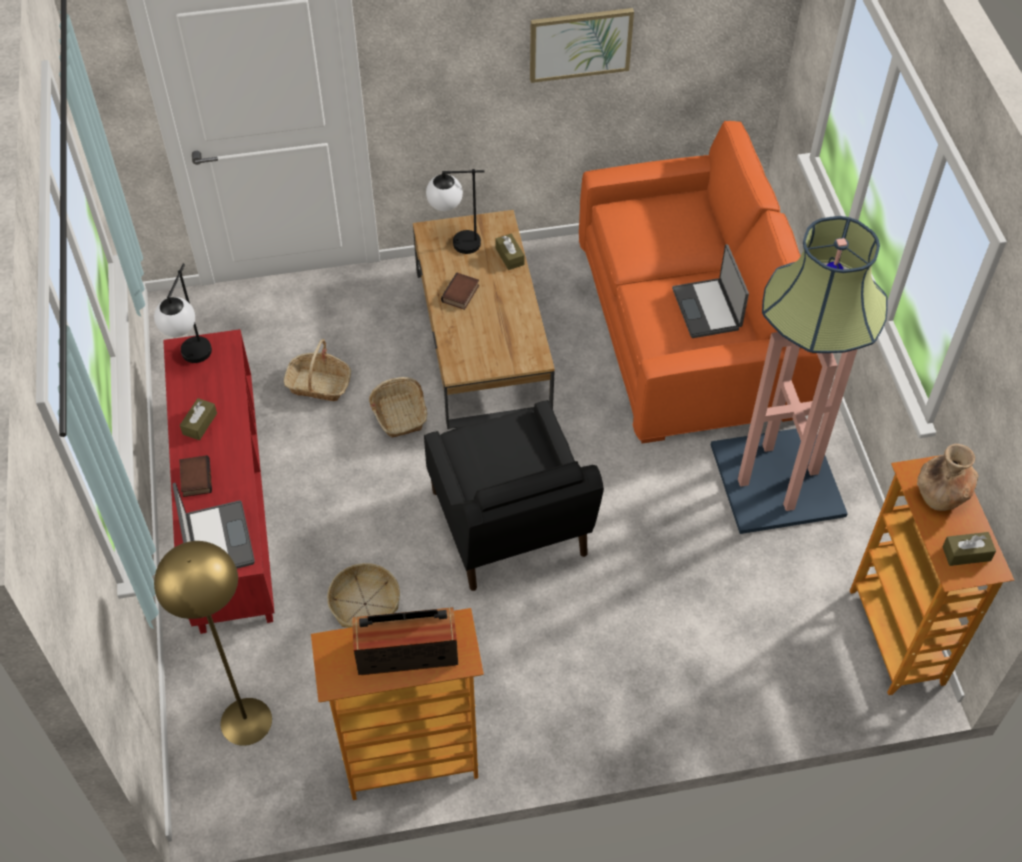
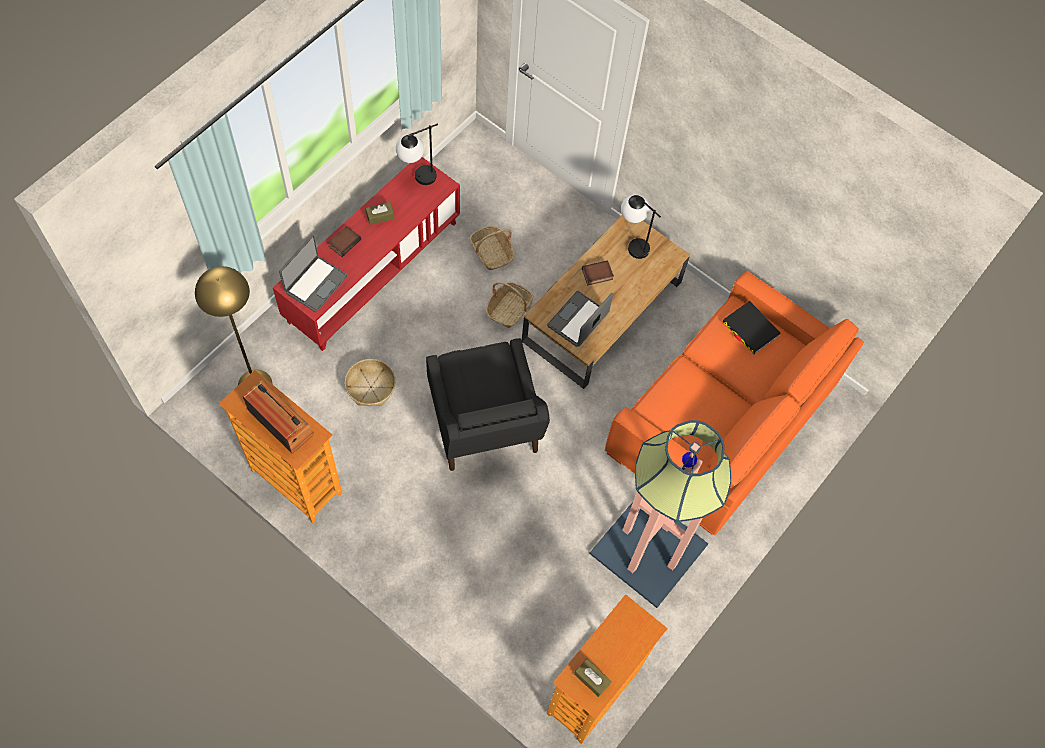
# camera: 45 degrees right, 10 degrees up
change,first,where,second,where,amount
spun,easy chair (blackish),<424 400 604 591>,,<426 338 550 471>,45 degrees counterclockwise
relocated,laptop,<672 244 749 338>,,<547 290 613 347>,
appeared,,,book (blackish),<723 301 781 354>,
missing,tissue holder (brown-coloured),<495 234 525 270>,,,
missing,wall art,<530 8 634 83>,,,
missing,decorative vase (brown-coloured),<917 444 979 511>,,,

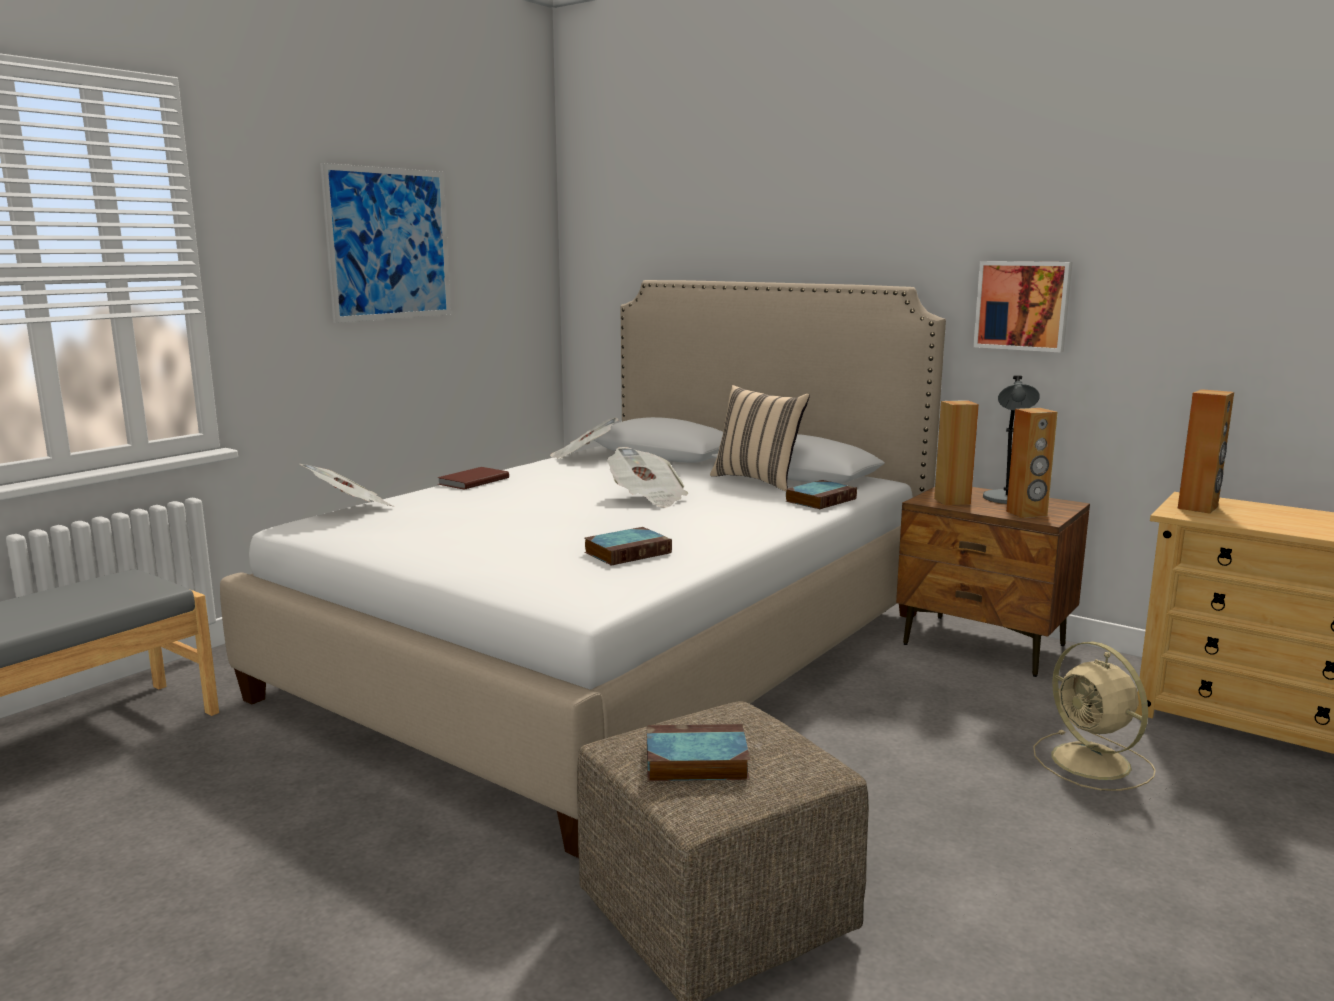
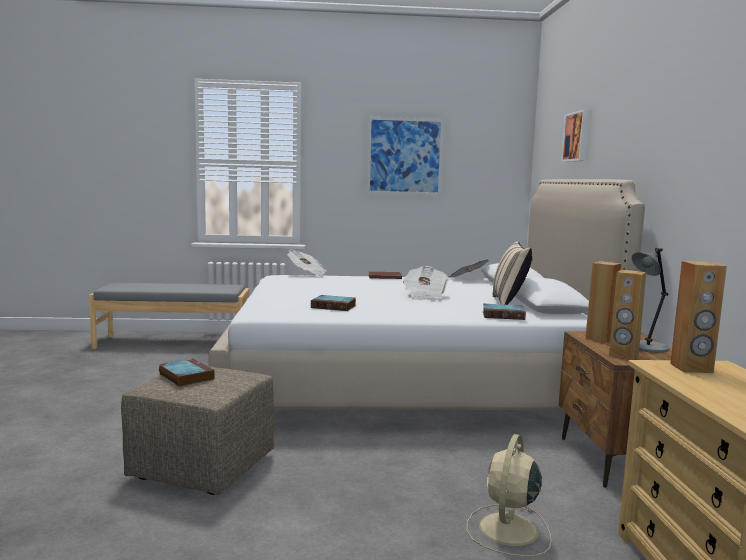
# camera: 50 degrees right, 5 degrees down
change,first,where,second,where,amount
relocated,wall art,<973 261 1072 353>,,<561 109 590 162>,

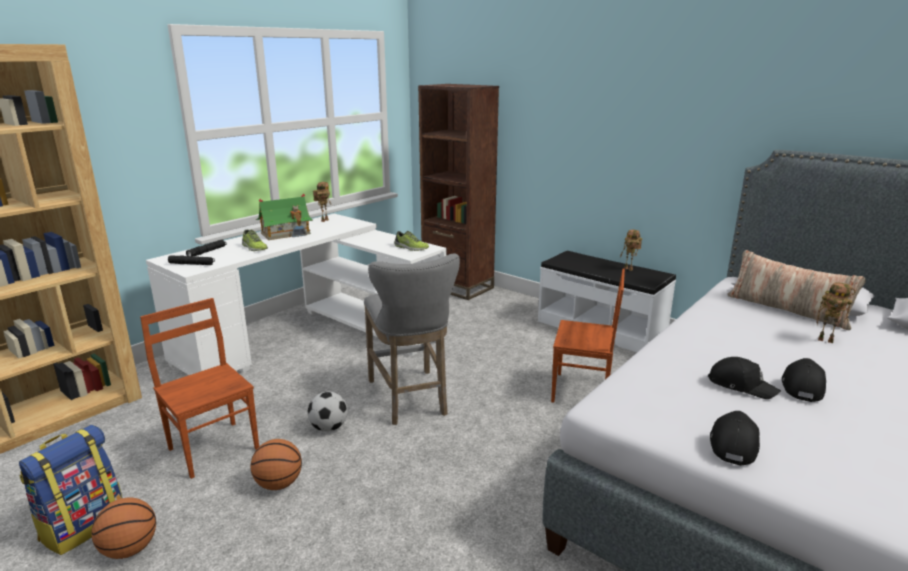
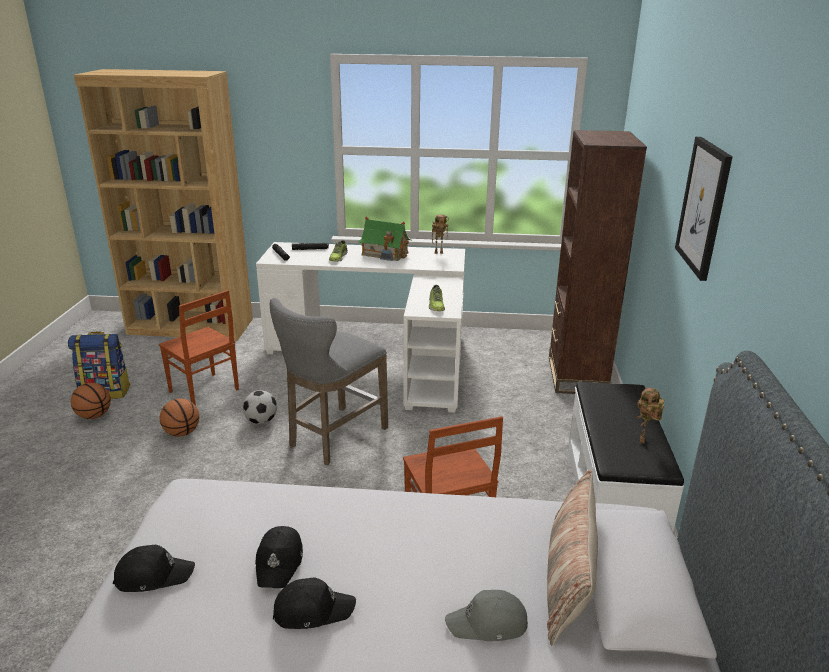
# camera: 55 degrees right, 5 degrees up
change,first,where,second,where,amount
spun,upright chair (brown-coloured),<140 298 259 479>,,<159 290 239 406>,120 degrees clockwise
exchanged,robot figure,<817 282 856 343>,cap (greyish),<445 590 528 642>,
appeared,,,wall art,<675 137 733 281>,

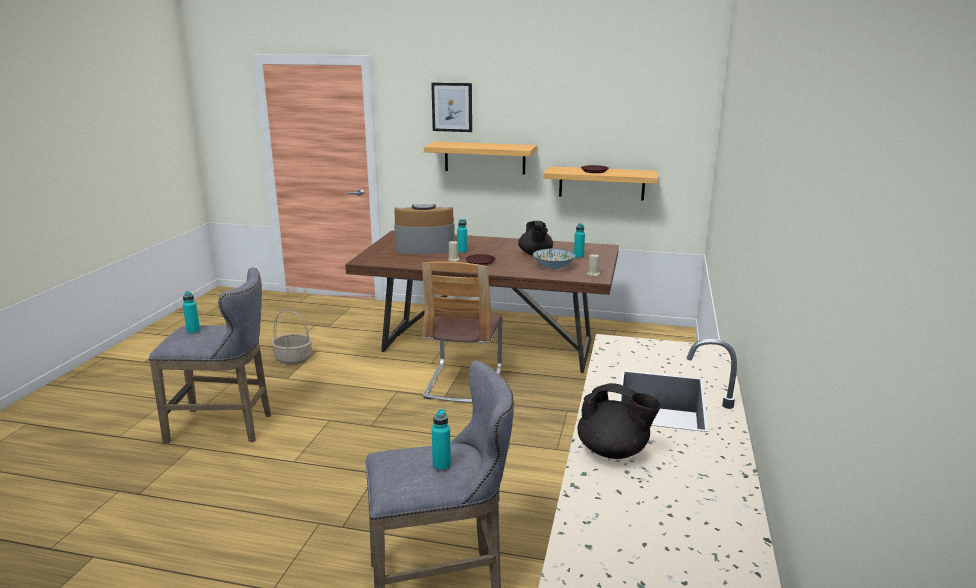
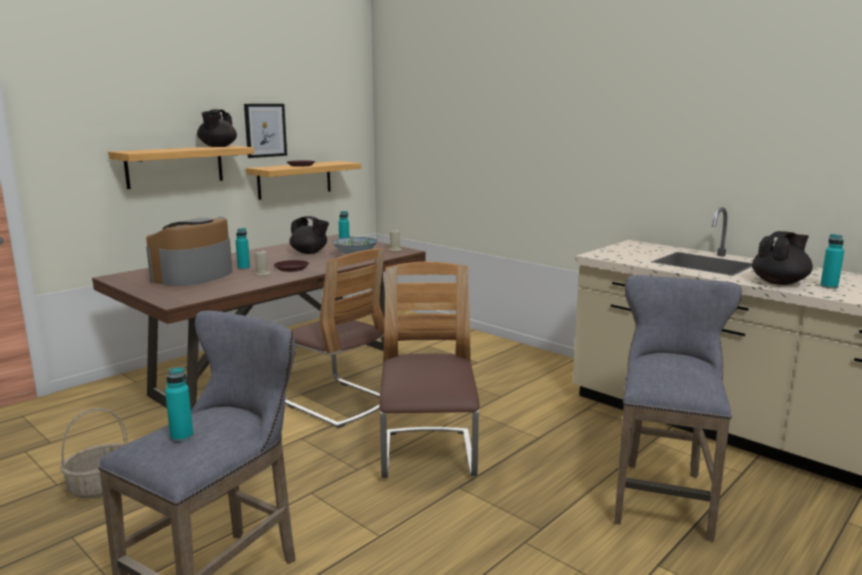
# camera: 60 degrees left, 5 degrees down
change,first,where,second,where,amount
appeared,,,teapot (blackish),<197 109 237 147>,
relocated,wall art,<431 83 472 132>,,<244 104 287 158>,
appeared,,,upright chair,<379 262 480 478>,
relocated,drink bottle (turquoise-coloured),<432 409 451 471>,,<820 234 844 289>,

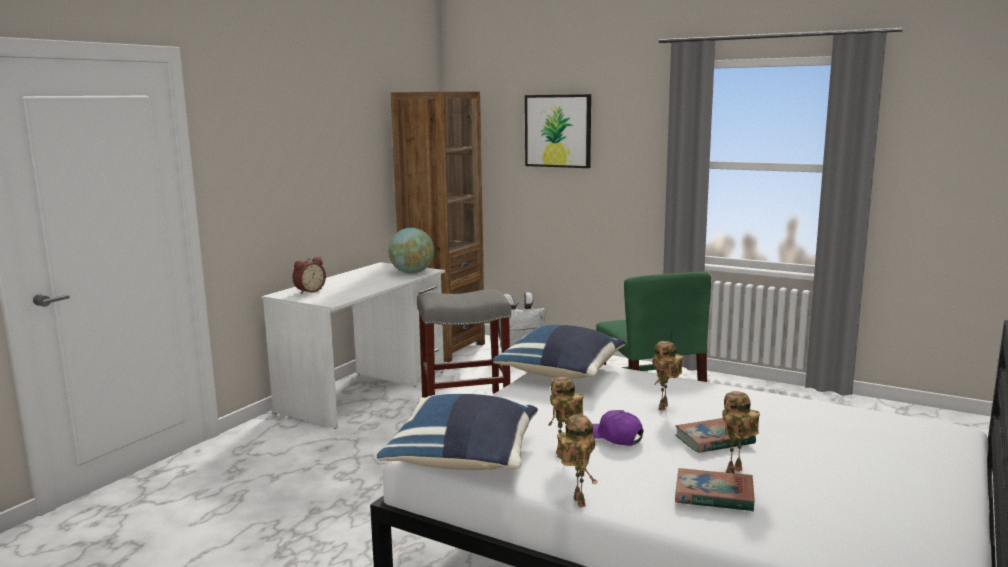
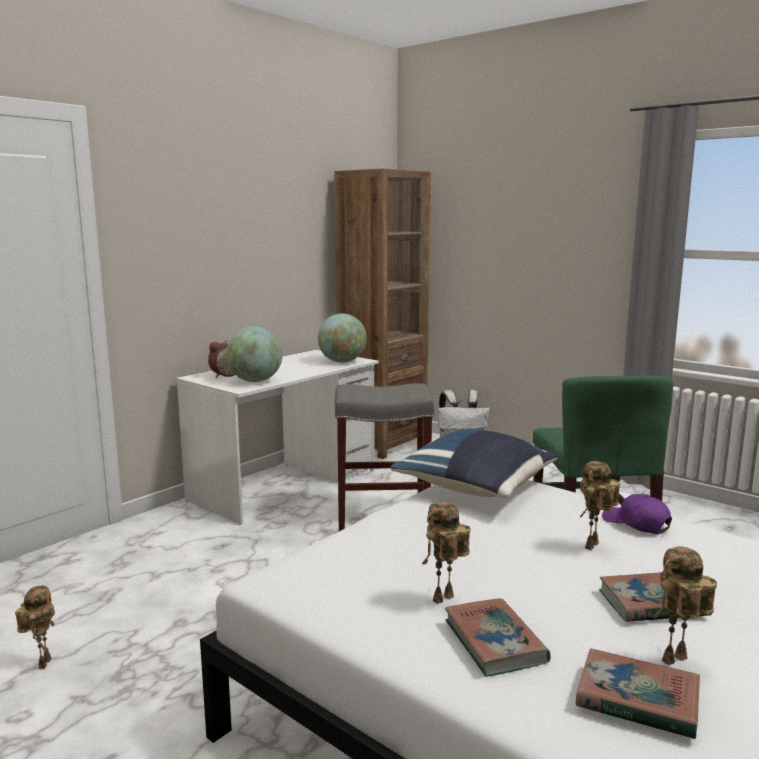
# camera: 10 degrees right, 0 degrees up
change,first,where,second,where,amount
relocated,robot figure,<557 415 597 507>,,<15 585 55 669>,
appeared,,,desk globe,<226 327 283 382>,
appeared,,,book,<445 598 551 677>,
relocated,cap (purplish),<592 410 644 446>,,<602 494 672 534>,
missing,cushion (bluish),<377 394 538 470>,,,
missing,wall art,<525 94 591 168>,,,

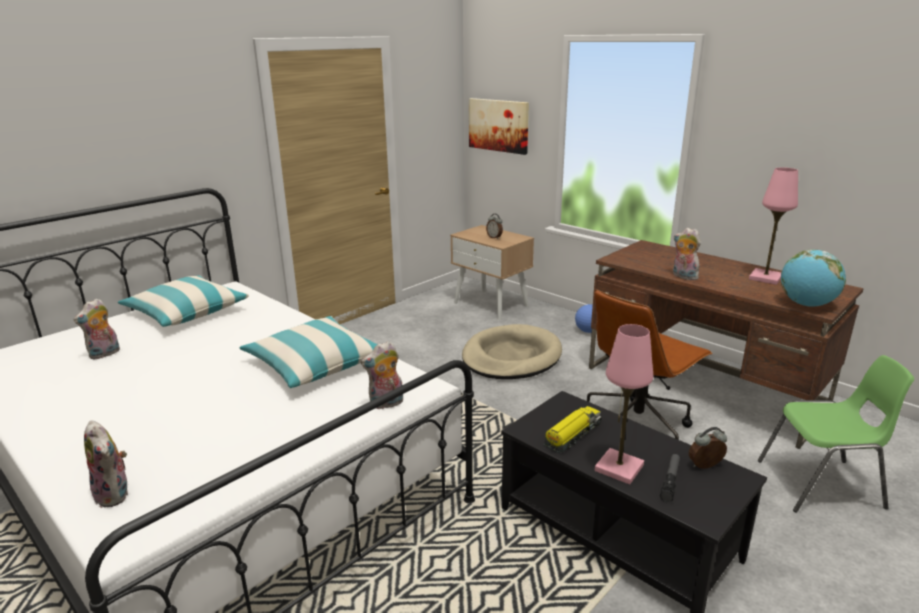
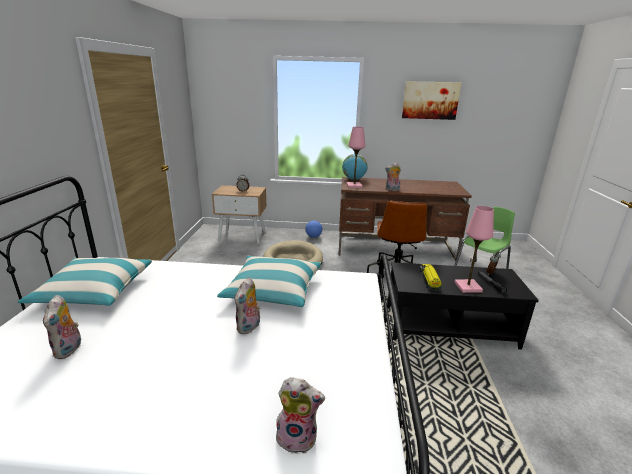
# camera: 40 degrees left, 0 degrees up
change,first,where,second,where,amount
relocated,cuddly toy,<361 341 403 409>,,<234 277 260 335>,
relocated,desk globe,<781 250 846 307>,,<342 154 368 180>,
relocated,tabletop lamp (pink),<749 167 798 285>,,<347 127 365 188>,
relocated,wall art,<469 98 529 155>,,<402 81 461 120>,

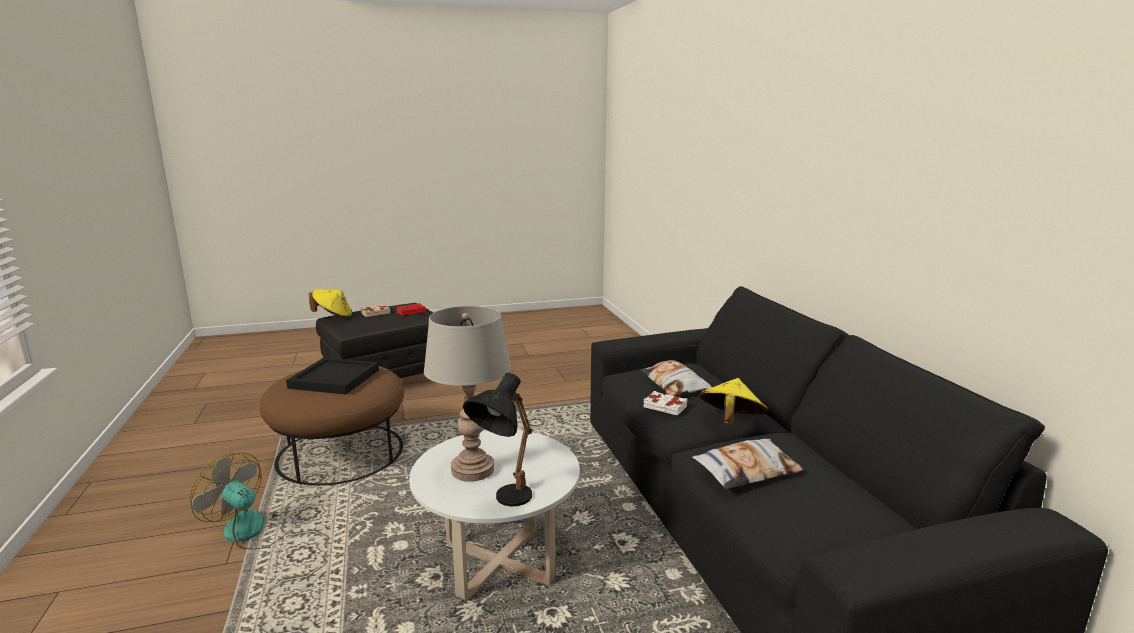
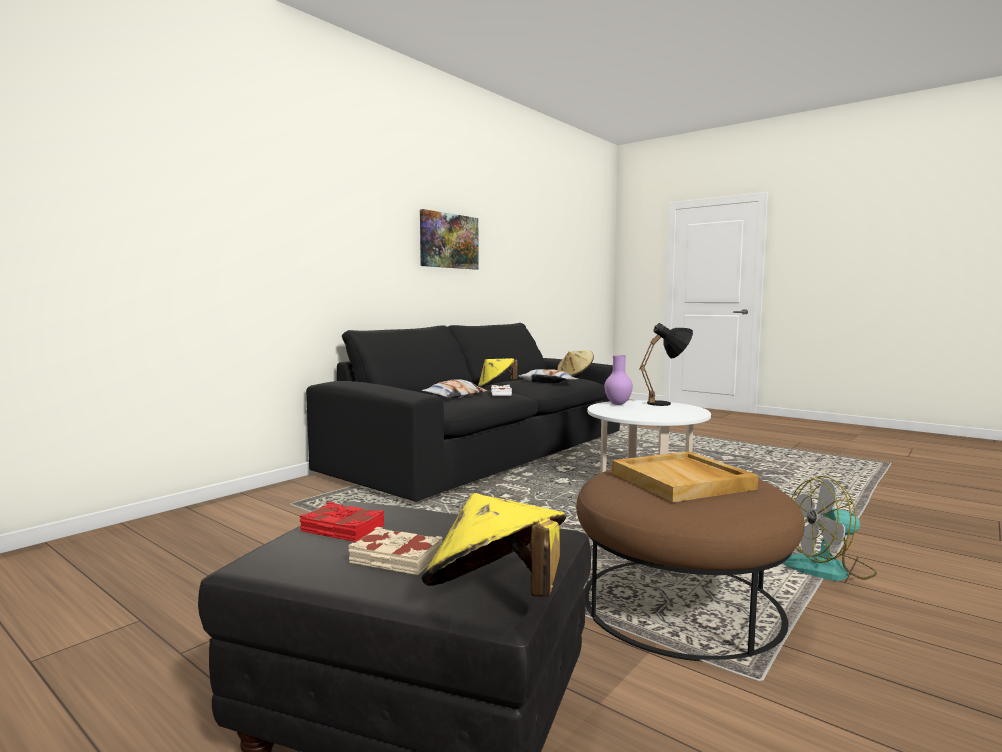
# camera: 125 degrees left, 10 degrees down
change,first,where,second,where,amount
appeared,,,wall art,<420 209 479 270>,
appeared,,,wearable hat (beige),<557 350 594 377>,
appeared,,,decorative vase (purplish),<605 355 633 405>,
colour,tray (blackish),<286 358 379 395>,tray (beige),<612 451 758 502>,
spun,electric fan,<190 453 296 550>,,<783 476 877 581>,90 degrees clockwise
missing,tabletop lamp (greyish),<423 306 511 482>,,,

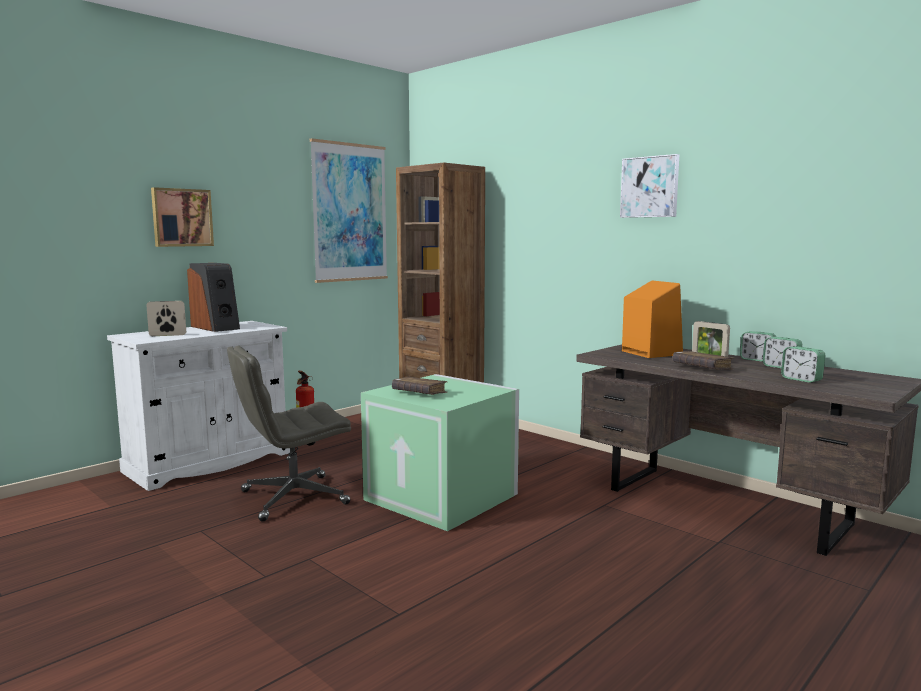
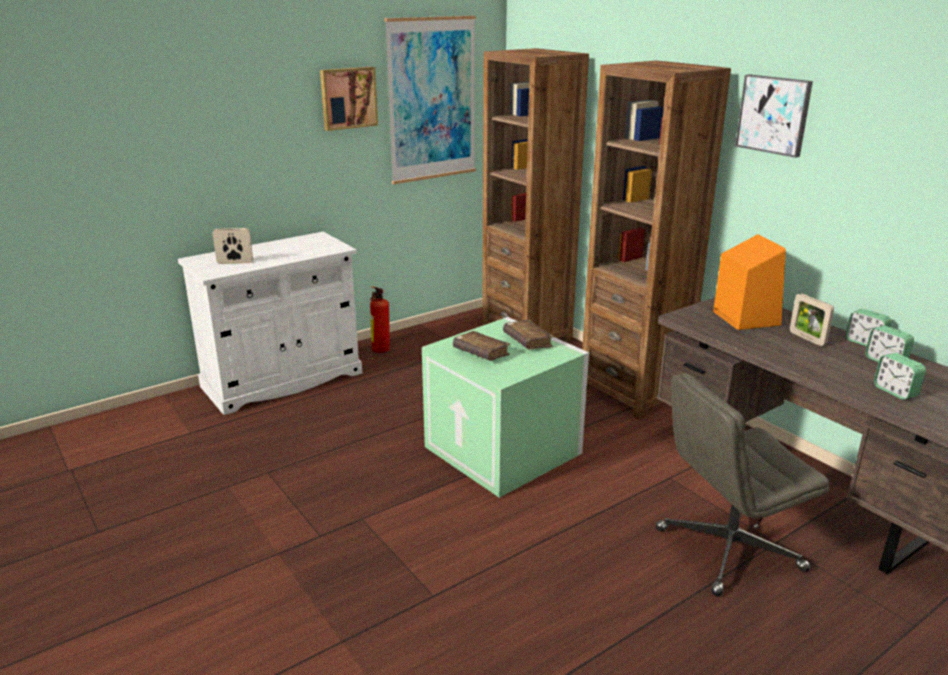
# camera: 10 degrees right, 15 degrees up
change,first,where,second,where,amount
relocated,wall art,<151 187 214 247>,,<320 67 378 131>,
relocated,book (brown-coloured),<672 351 734 370>,,<503 320 554 350>,
appeared,,,shelving unit (brown-coloured),<582 61 731 420>,
relocated,desk chair (greyish),<227 346 351 522>,,<655 373 830 596>,
missing,loudspeaker,<187 263 240 332>,,,

